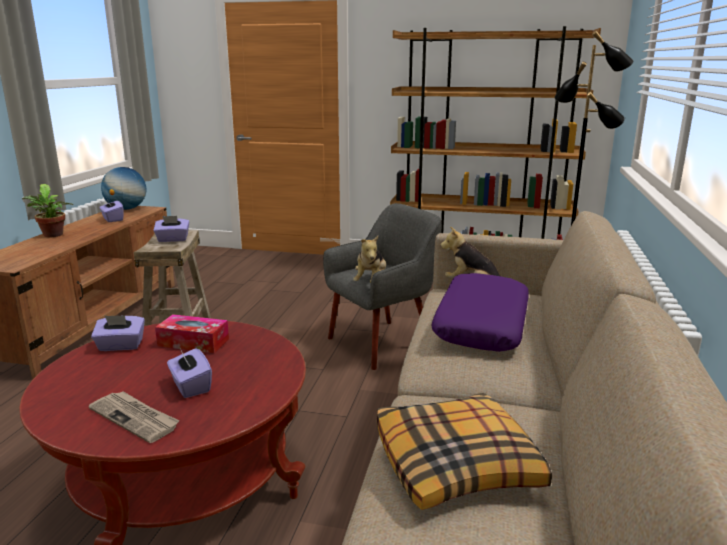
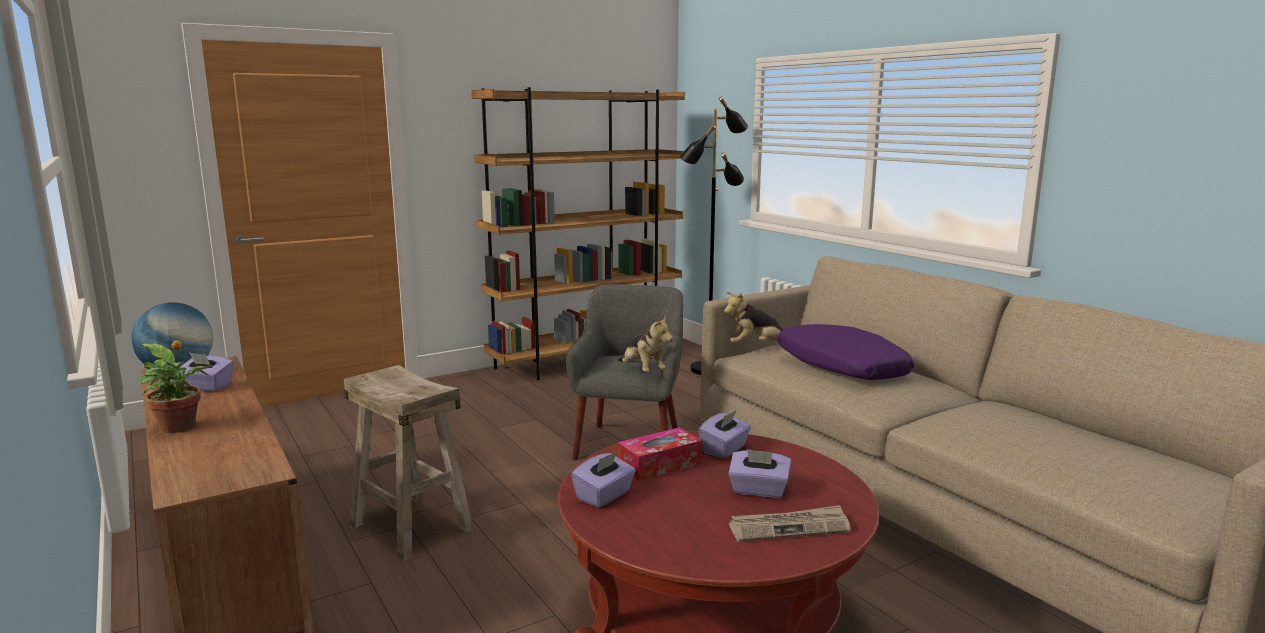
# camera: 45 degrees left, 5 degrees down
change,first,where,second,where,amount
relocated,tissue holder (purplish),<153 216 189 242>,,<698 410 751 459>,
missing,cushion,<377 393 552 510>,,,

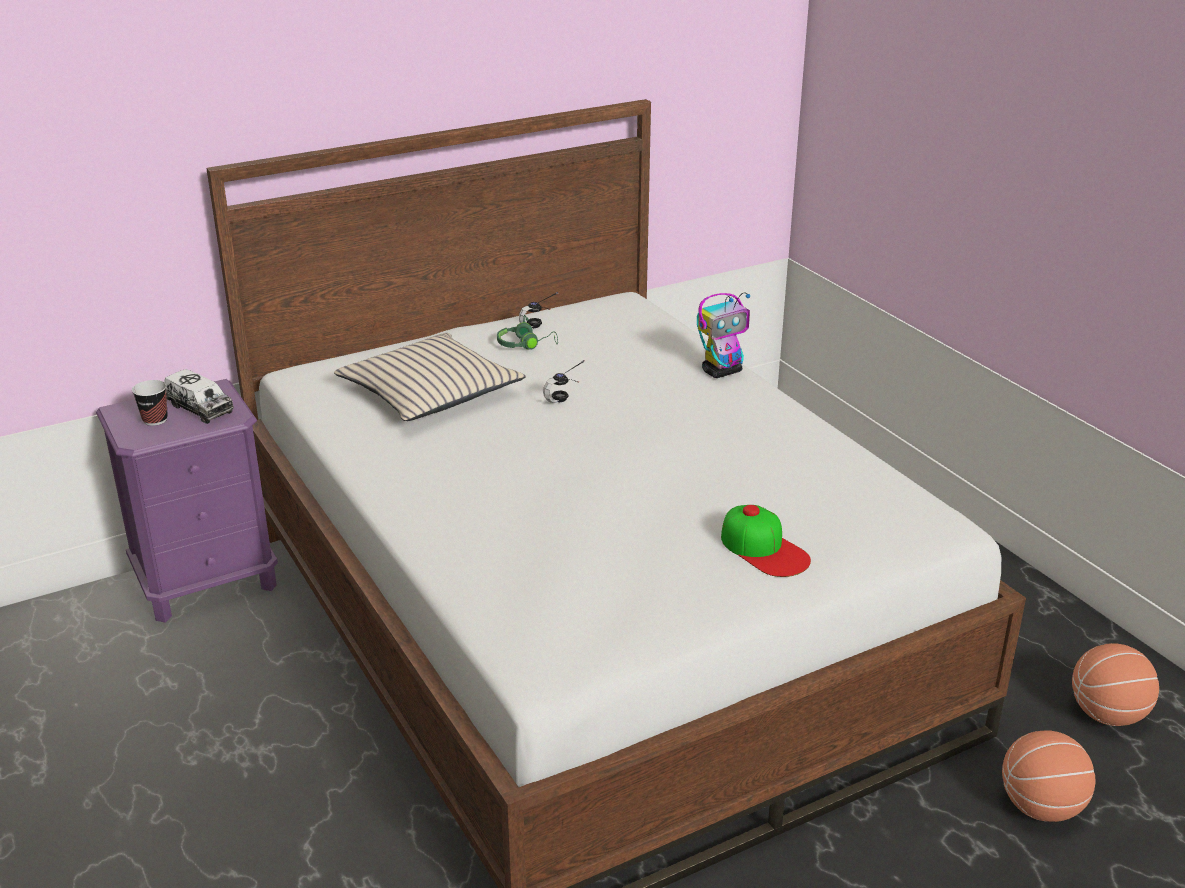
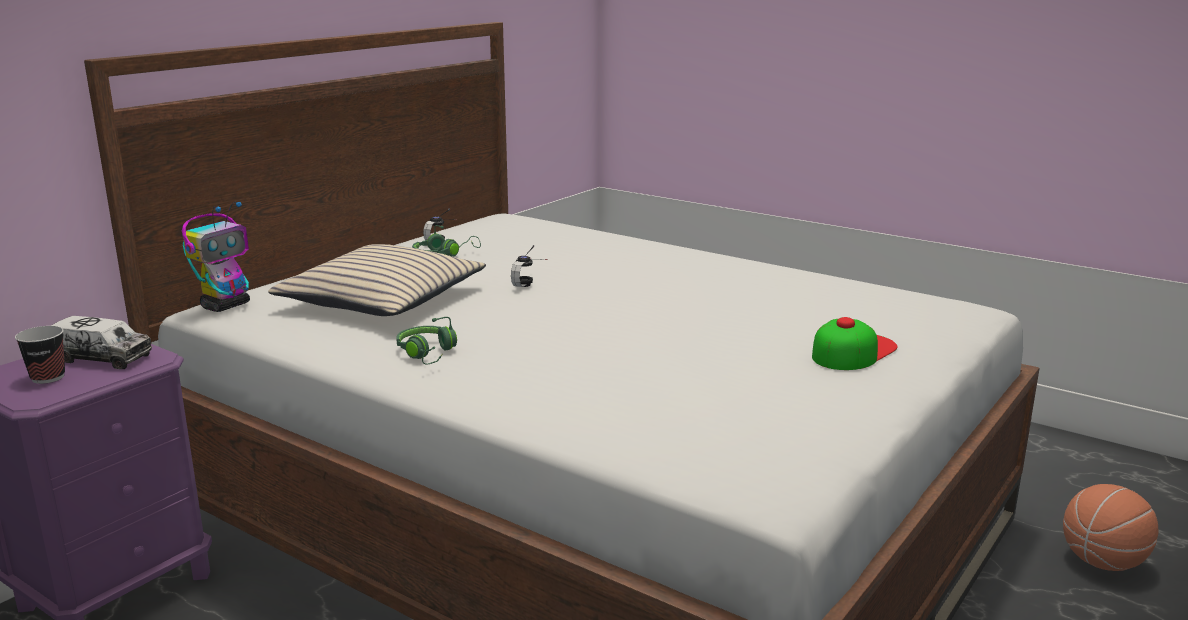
# camera: 25 degrees left, 10 degrees down
change,first,where,second,where,amount
relocated,robot figure,<697 292 750 378>,,<182 202 250 312>,
appeared,,,headset (green-coloured),<396 317 457 365>,
spun,cap,<721 505 811 577>,,<812 317 897 370>,75 degrees counterclockwise
missing,ball for basketball,<1072 643 1159 726>,,,

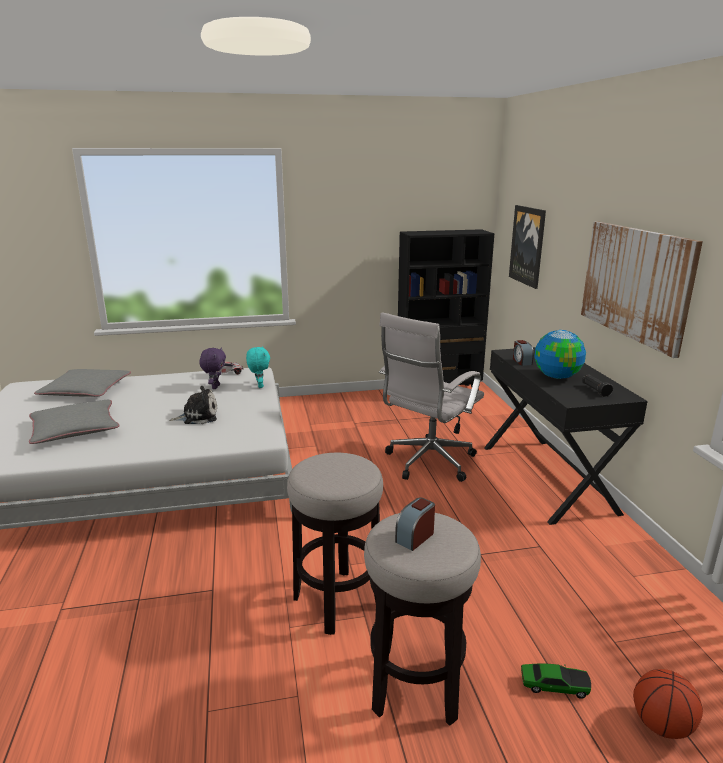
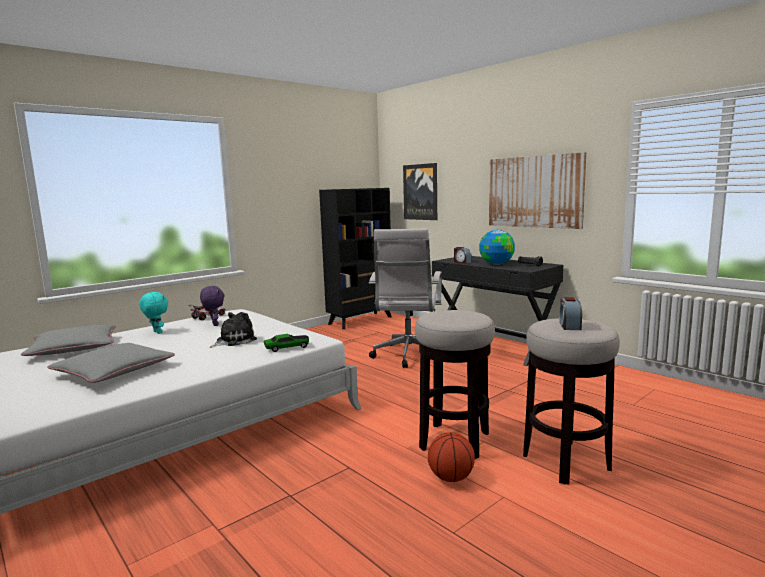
# camera: 30 degrees left, 10 degrees down
change,first,where,second,where,amount
relocated,cuddly toy (turquoise-coloured),<246 346 270 388>,,<139 292 168 334>,
relocated,toy car,<521 663 591 699>,,<264 334 309 352>,
relocated,ball for basketball,<633 669 703 739>,,<428 432 475 482>,

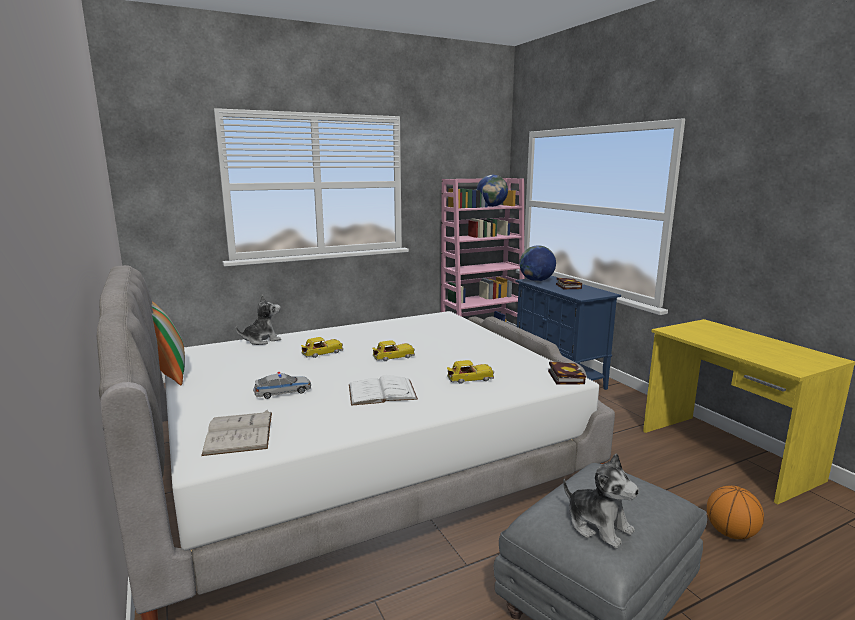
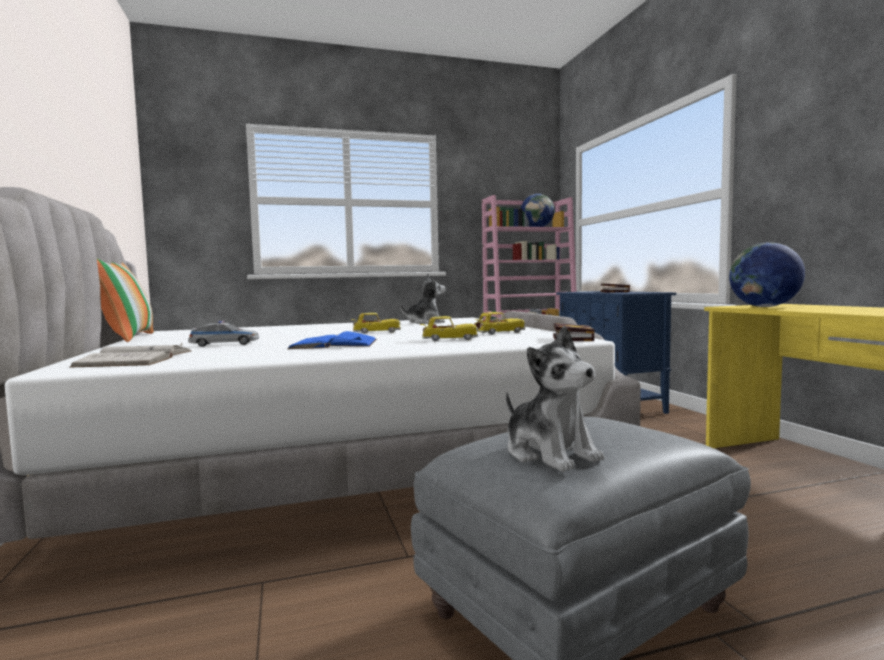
# camera: 10 degrees right, 10 degrees down
change,first,where,second,where,amount
colour,book (whitish),<349 375 418 406>,book (bluish),<287 331 377 349>,
relocated,cuddly toy,<236 295 281 345>,,<400 273 445 324>,
relocated,toy car,<301 337 343 358>,,<474 312 525 335>,
relocated,desk globe,<520 245 556 281>,,<729 242 805 307>,
missing,ball for basketball,<707 486 764 539>,,,

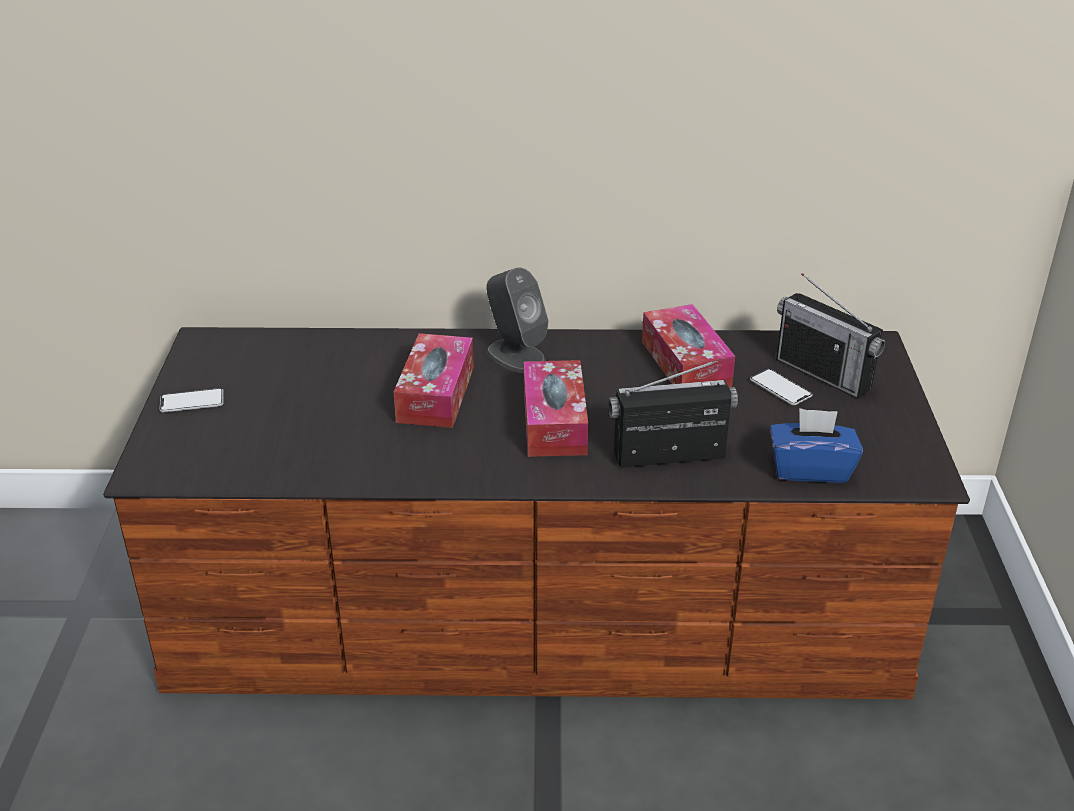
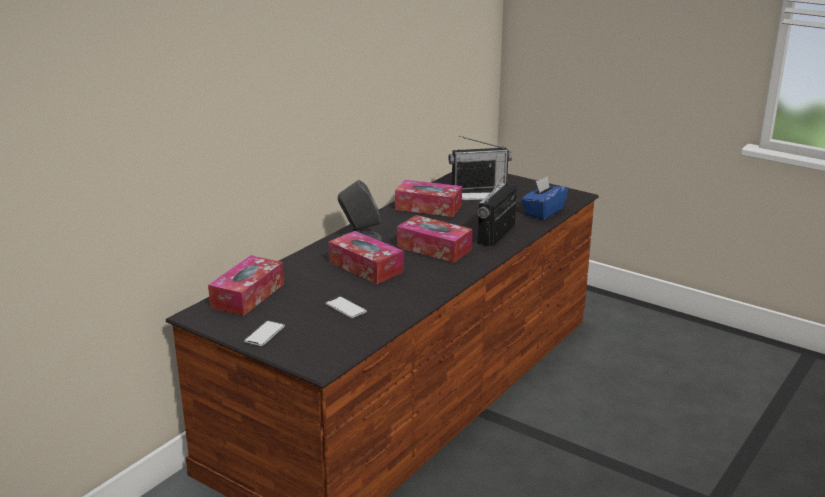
# camera: 55 degrees left, 10 degrees down
change,first,where,second,where,amount
appeared,,,tissue holder,<208 255 284 316>,
appeared,,,phone,<325 296 367 318>,

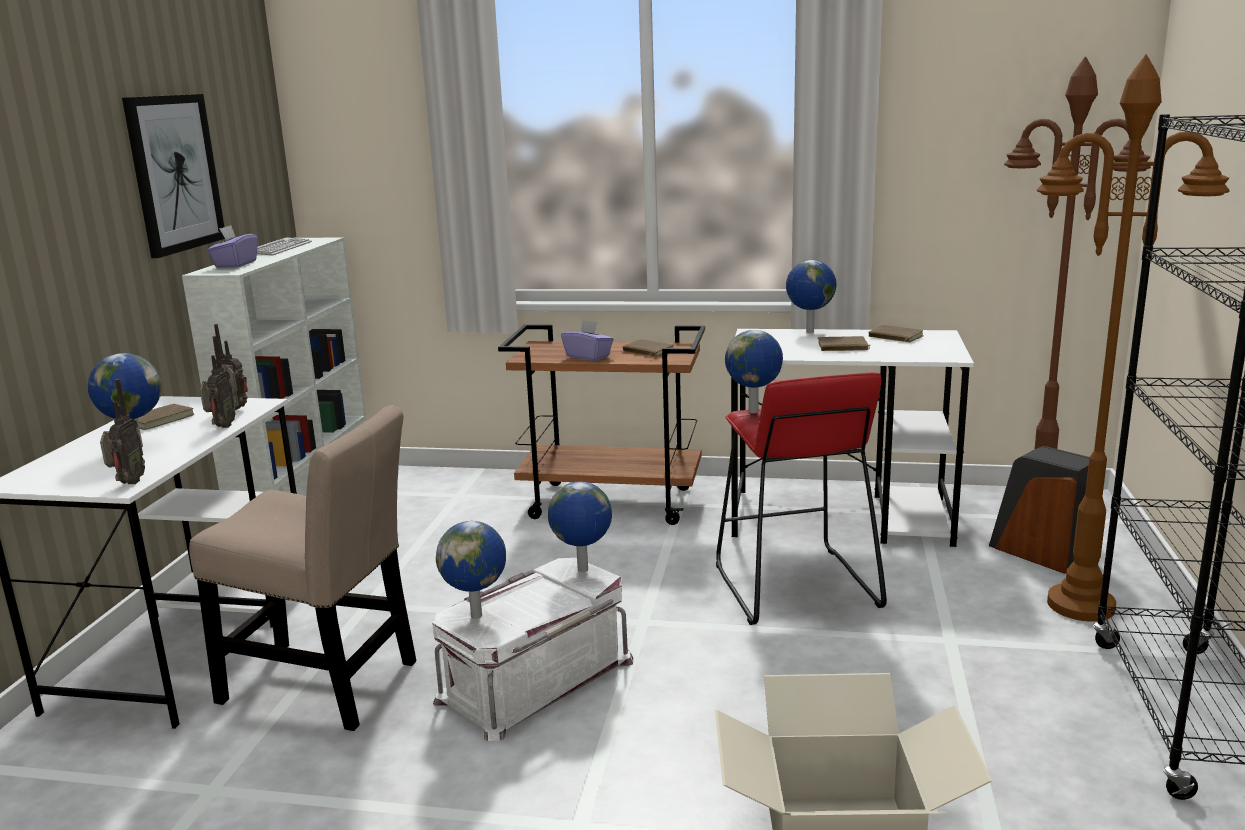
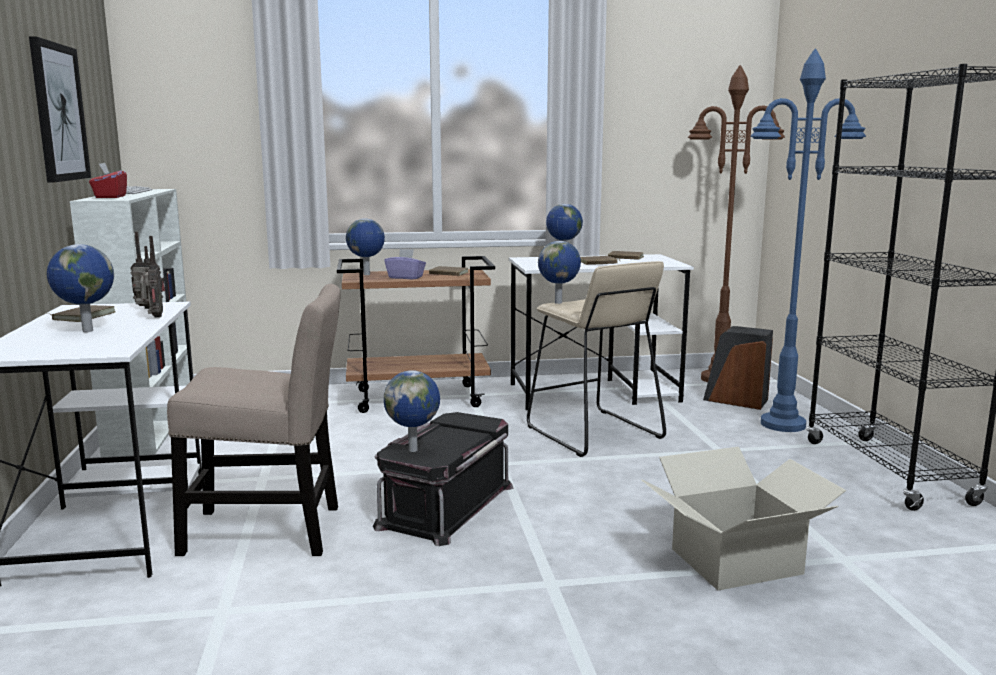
# camera: 20 degrees left, 5 degrees down
change,first,where,second,where,amount
colour,tissue holder (purplish),<207 225 257 268>,tissue holder (reddish),<89 163 127 198>,
relocated,desk globe,<548 482 612 572>,,<346 219 385 275>,
colour,storage container (whitish),<432 558 633 741>,storage container (blackish),<373 412 513 546>,
colour,stool seat (reddish),<716 372 887 625>,stool seat (beige),<527 261 666 457>,
colour,standing lamp (brown-coloured),<1037 54 1230 622>,standing lamp (bluish),<751 48 866 432>,
missing,radio receiver,<100 379 145 484>,,,

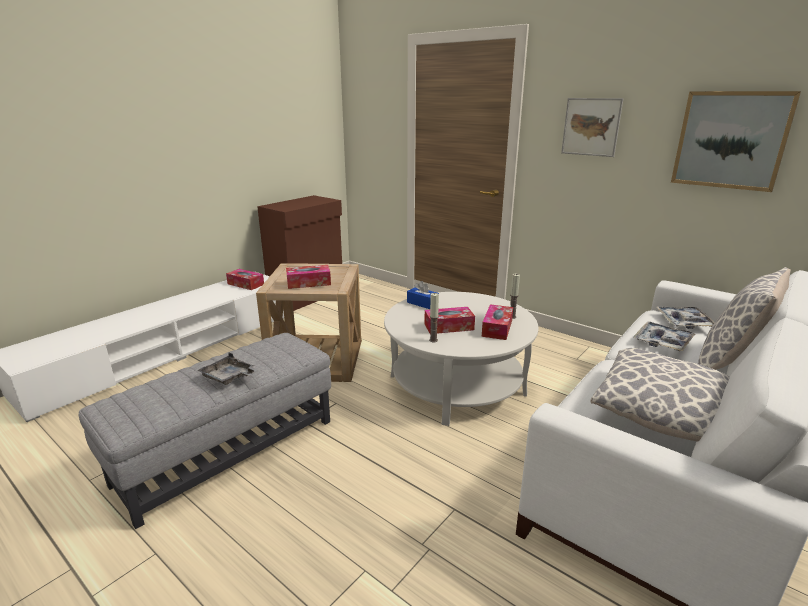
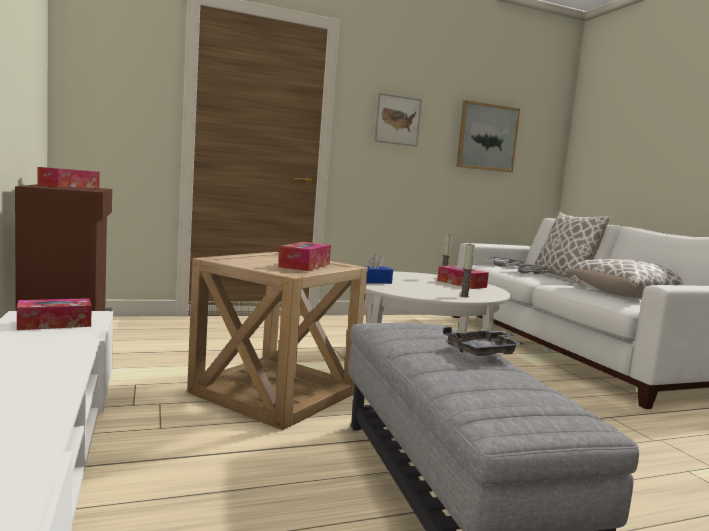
# camera: 60 degrees left, 15 degrees down
change,first,where,second,where,amount
relocated,tissue holder,<424 307 475 334>,,<38 167 100 189>,

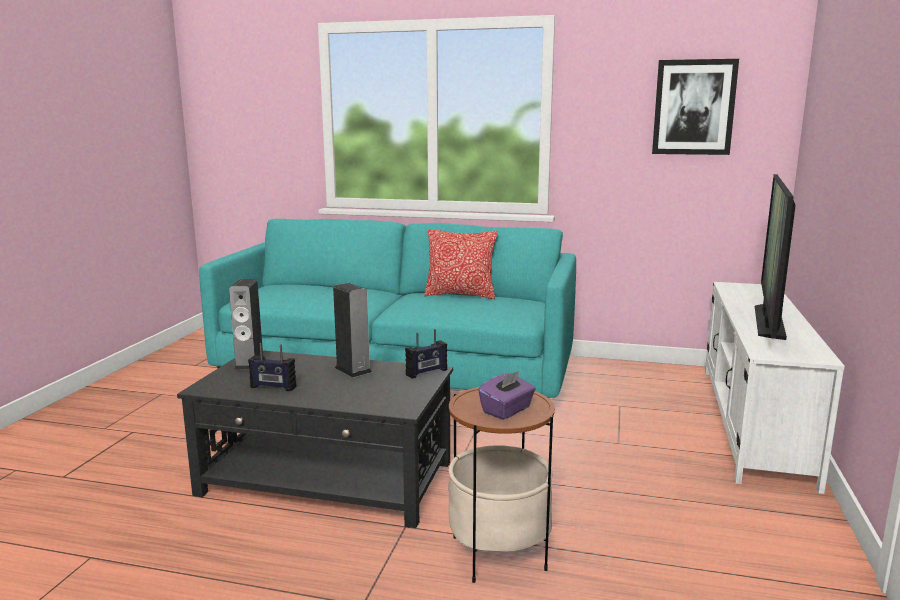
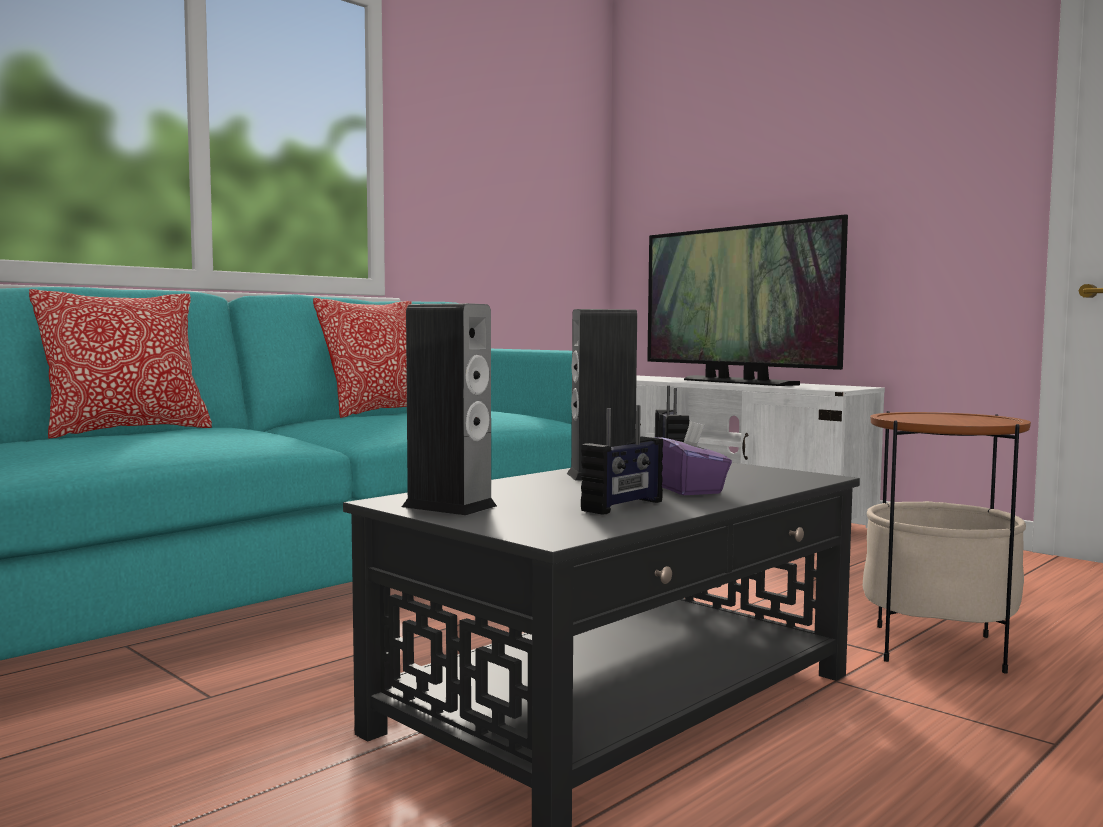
# camera: 60 degrees left, 10 degrees down
change,first,where,second,where,amount
appeared,,,cushion,<29 289 212 439>,
relocated,tissue holder (purplish),<478 371 536 420>,,<655 421 732 495>,
missing,wall art,<652 59 739 155>,,,

